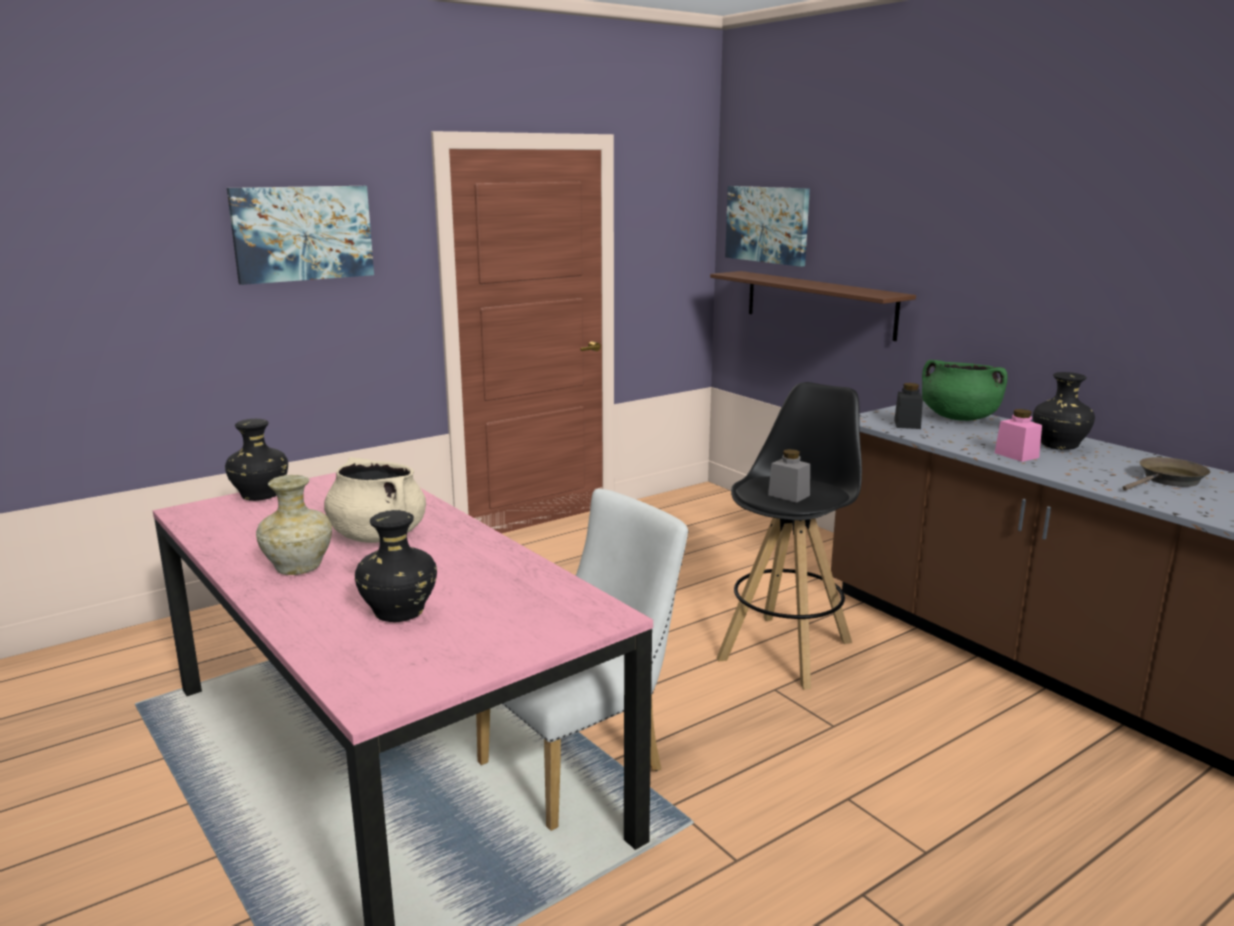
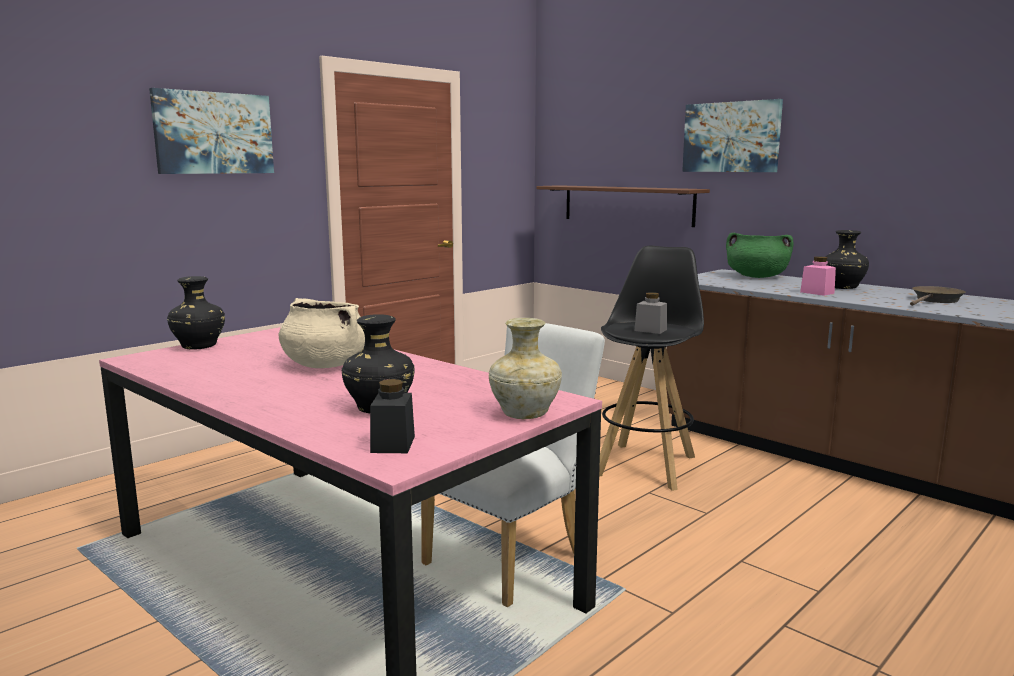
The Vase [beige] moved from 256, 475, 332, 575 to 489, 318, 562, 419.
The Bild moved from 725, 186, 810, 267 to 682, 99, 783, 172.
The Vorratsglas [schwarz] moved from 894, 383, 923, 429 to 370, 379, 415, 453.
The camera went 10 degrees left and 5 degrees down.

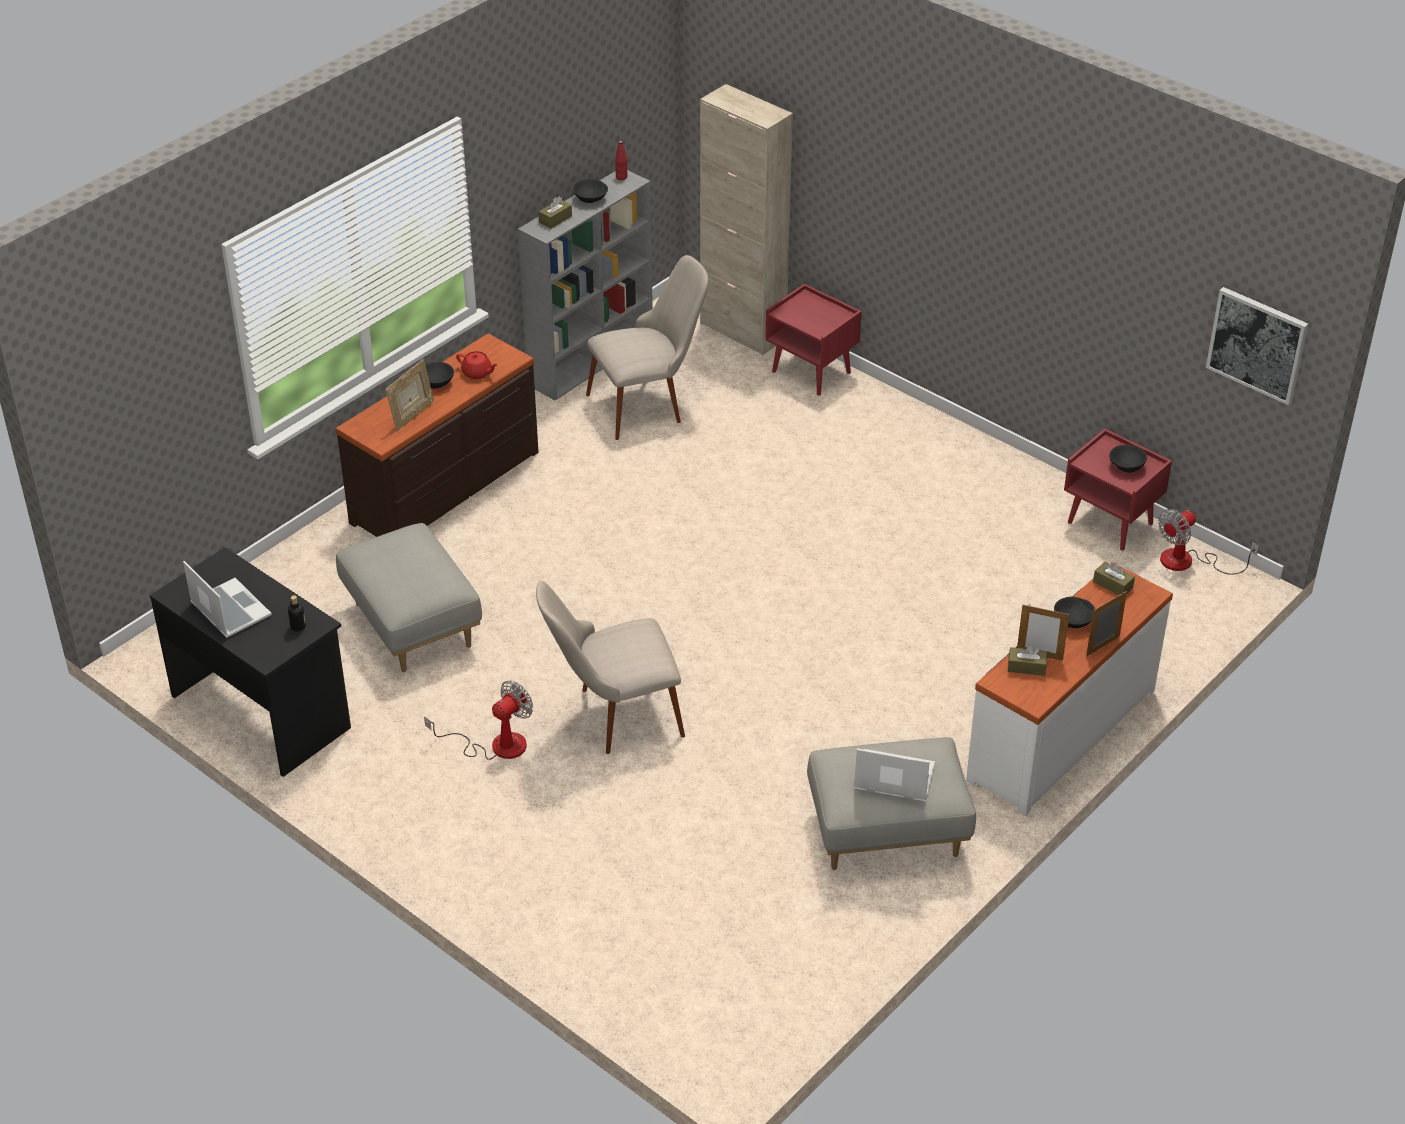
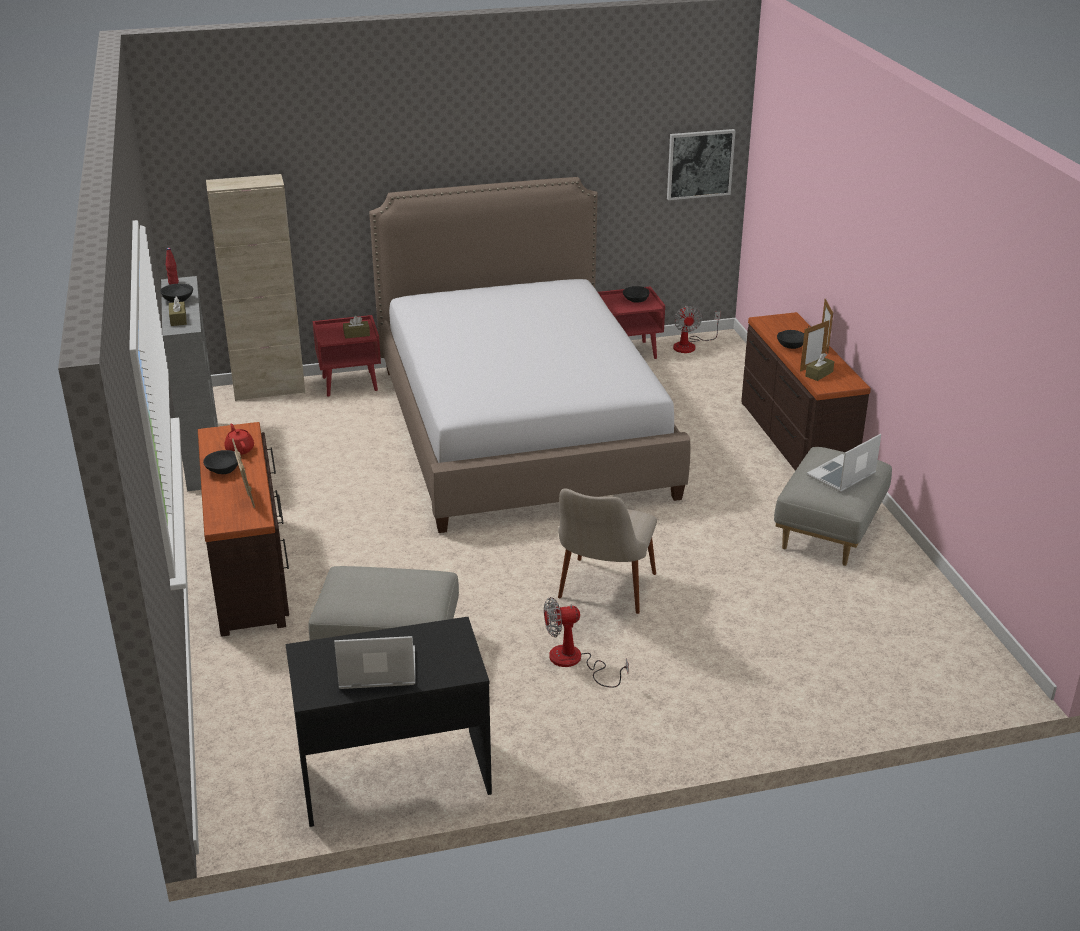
The Flasche at 288, 595, 306, 631 disappeared.
The Ventilator at 424, 681, 533, 760 turned 90 degrees counterclockwise.
The Teekanne [rot] at 456, 351, 498, 379 turned 90 degrees counterclockwise.
The Stuhl [beige] at 586, 255, 708, 440 disappeared.
The Kommode [weiß] at 966, 562, 1173, 816 became the Kommode [braun] at 741, 312, 871, 471.
The Taschentuchbox [braun] moved from 1093, 561, 1135, 595 to 343, 316, 370, 339.
The Bett at 369, 177, 690, 533 appeared.
The camera went 55 degrees left and 10 degrees down.

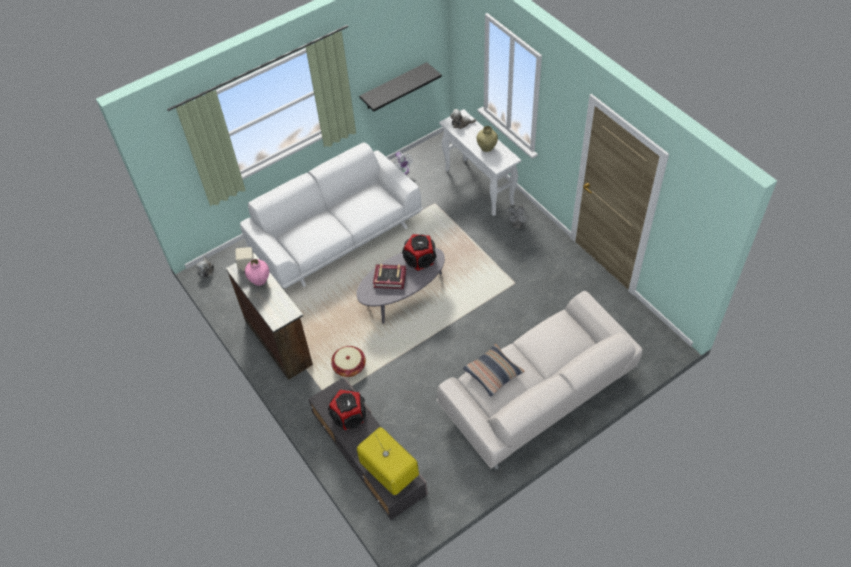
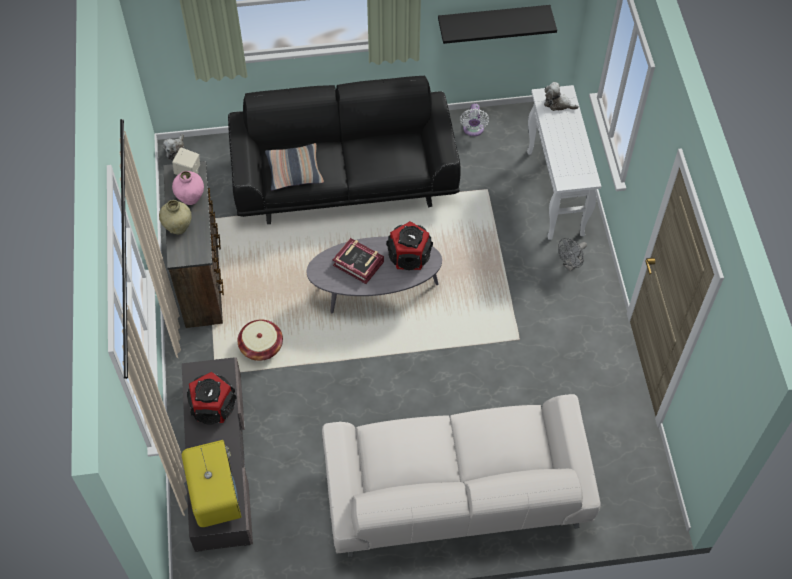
The Sofa [weiß] at 240, 142, 423, 288 became the Sofa [schwarz] at 228, 76, 461, 224.
The Kissen moved from 463, 344, 525, 397 to 265, 143, 324, 191.
The Vase [beige] moved from 476, 126, 498, 152 to 159, 200, 192, 234.
The camera went 25 degrees right and 5 degrees up.

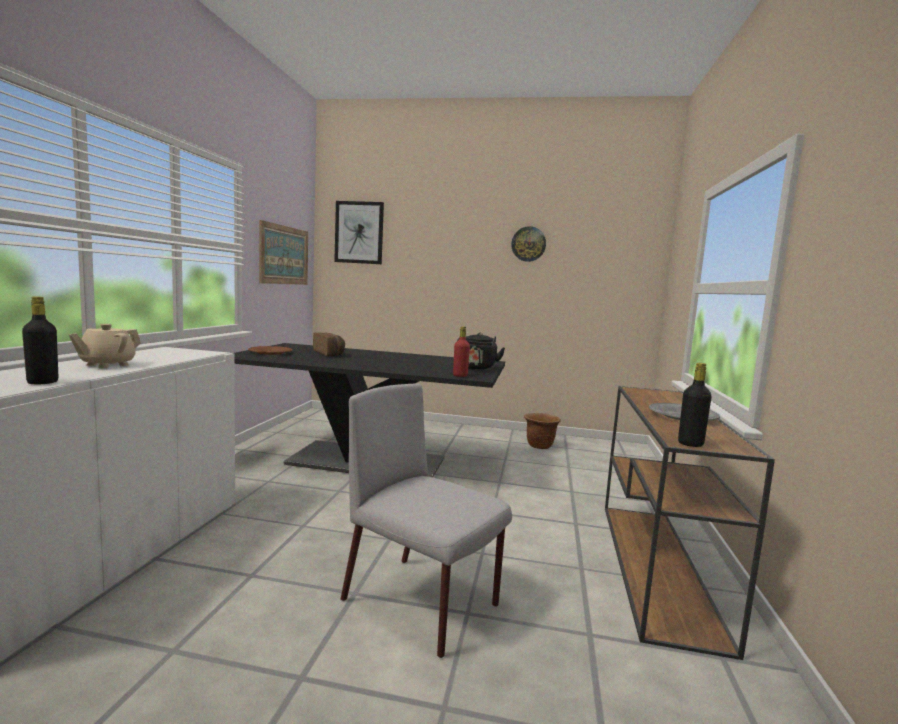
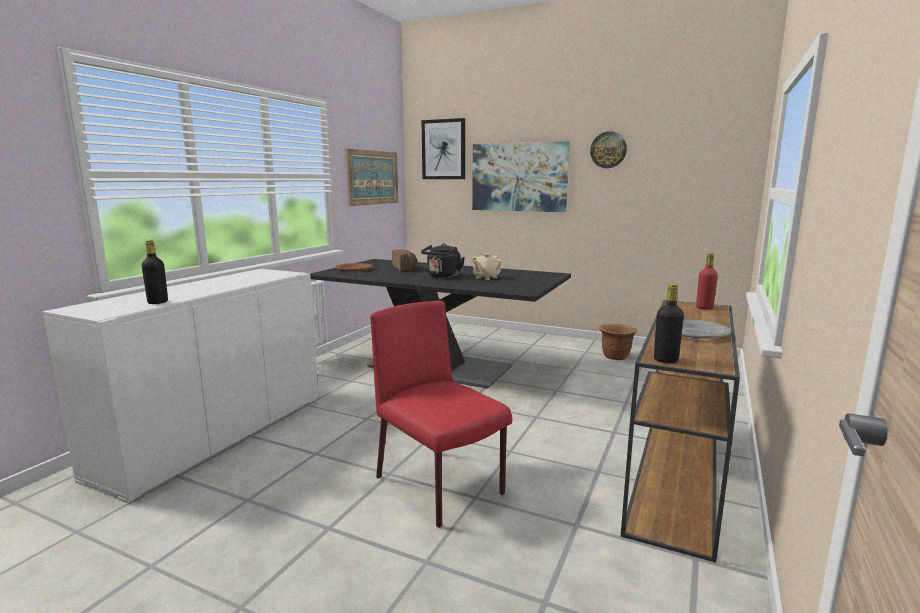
The Teekanne [beige] moved from 69, 324, 141, 368 to 472, 254, 502, 280.
The Stuhl [grau] at 341, 383, 512, 658 became the Stuhl [rot] at 370, 301, 512, 528.
The Flasche [rot] moved from 453, 326, 470, 377 to 696, 253, 718, 310.
The Wasserkessel [schwarz] moved from 457, 333, 505, 370 to 421, 244, 465, 278.
The Bild at 472, 141, 570, 212 appeared.
The camera went 15 degrees right and 5 degrees up.

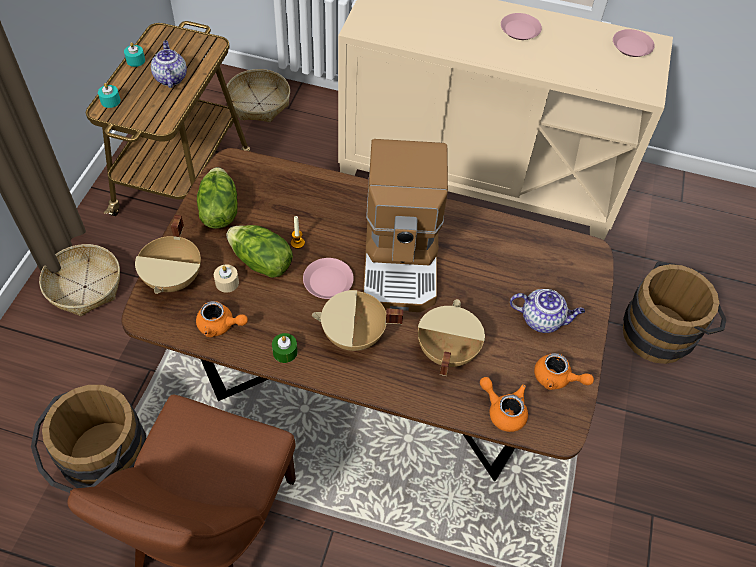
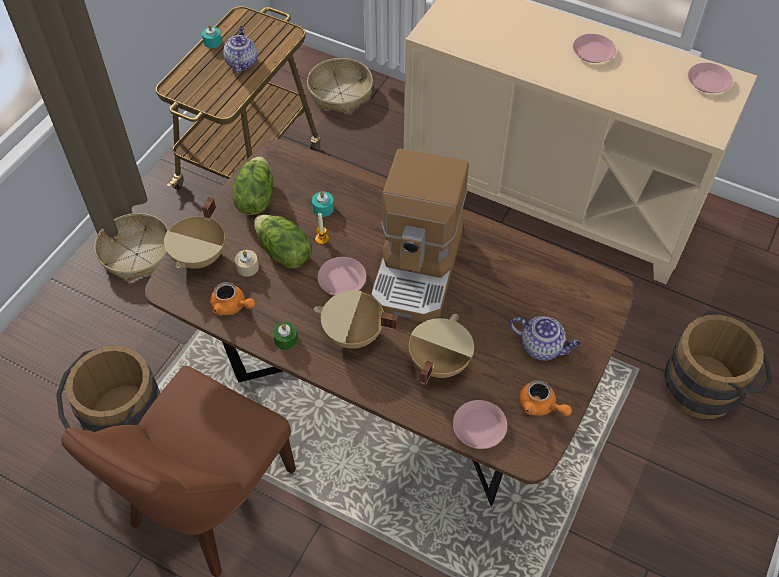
The Kerze [türkis] moved from 98, 83, 121, 108 to 312, 191, 334, 217.
The Teekanne [orange] at 480, 377, 528, 432 was replaced by the Teller [rosa] at 453, 400, 507, 449.
The camera went 15 degrees right and 0 degrees up.

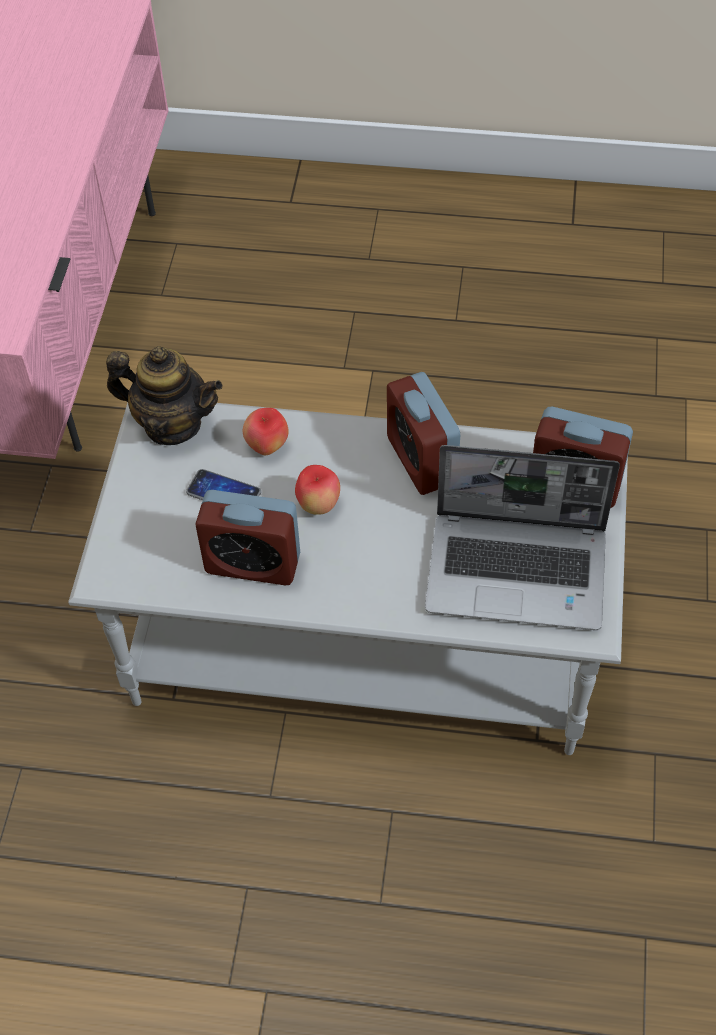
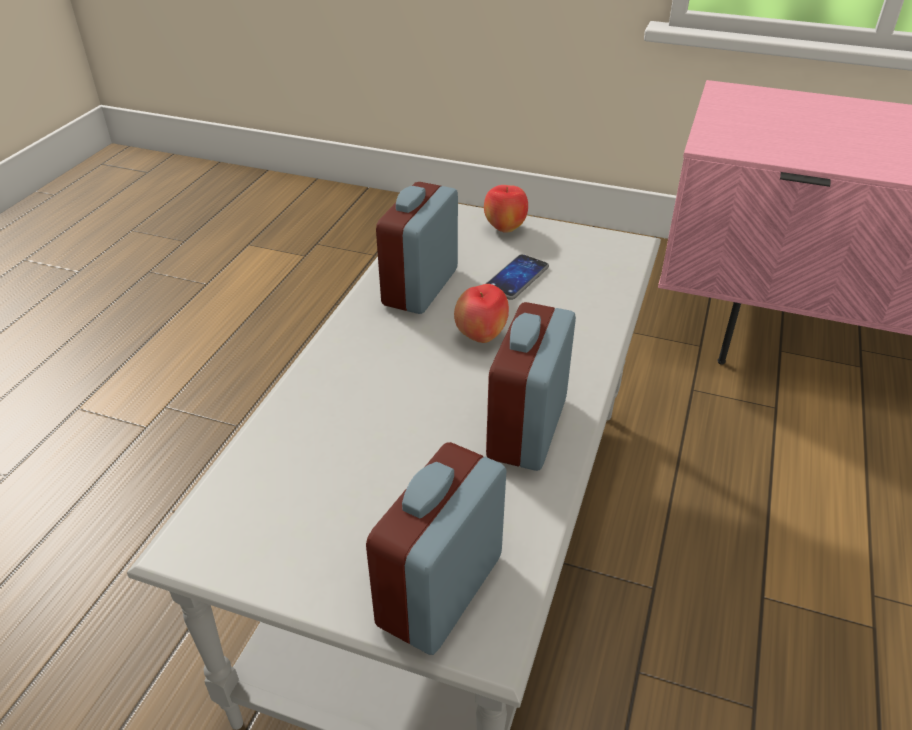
The Teekanne at 106, 346, 223, 445 disappeared.
The Apfel moved from 243, 408, 289, 455 to 484, 185, 528, 233.
The Wecker at 387, 372, 460, 495 turned 60 degrees counterclockwise.
The Laptop at 425, 445, 620, 630 disappeared.
The camera went 100 degrees right and 15 degrees down.

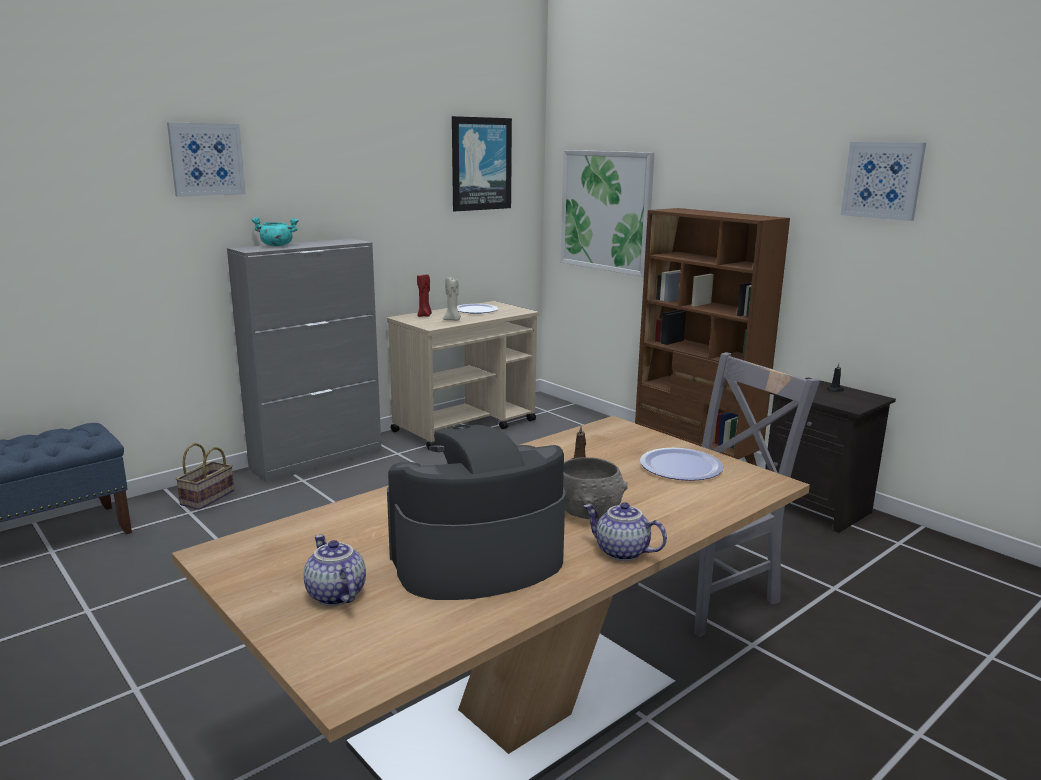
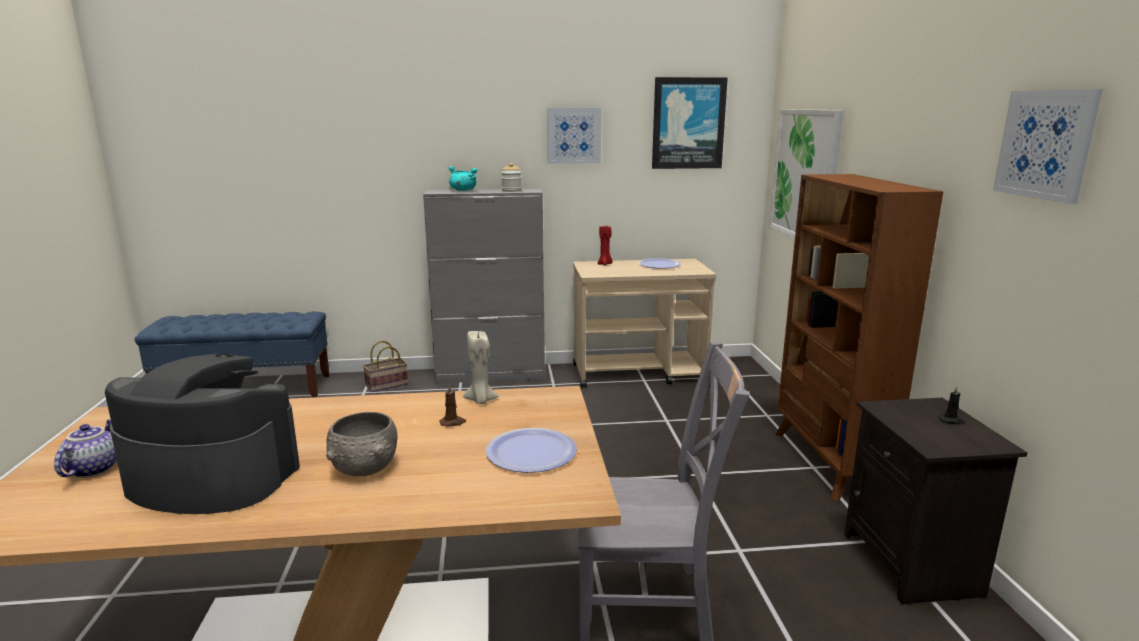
The Bild moved from 167, 123, 246, 197 to 547, 108, 601, 164.
The Kerze [beige] moved from 443, 277, 461, 321 to 463, 331, 498, 404.
The Teekanne at 584, 502, 667, 561 disappeared.
The Vorratsglas at 501, 163, 522, 192 appeared.
The camera went 35 degrees right and 0 degrees up.

